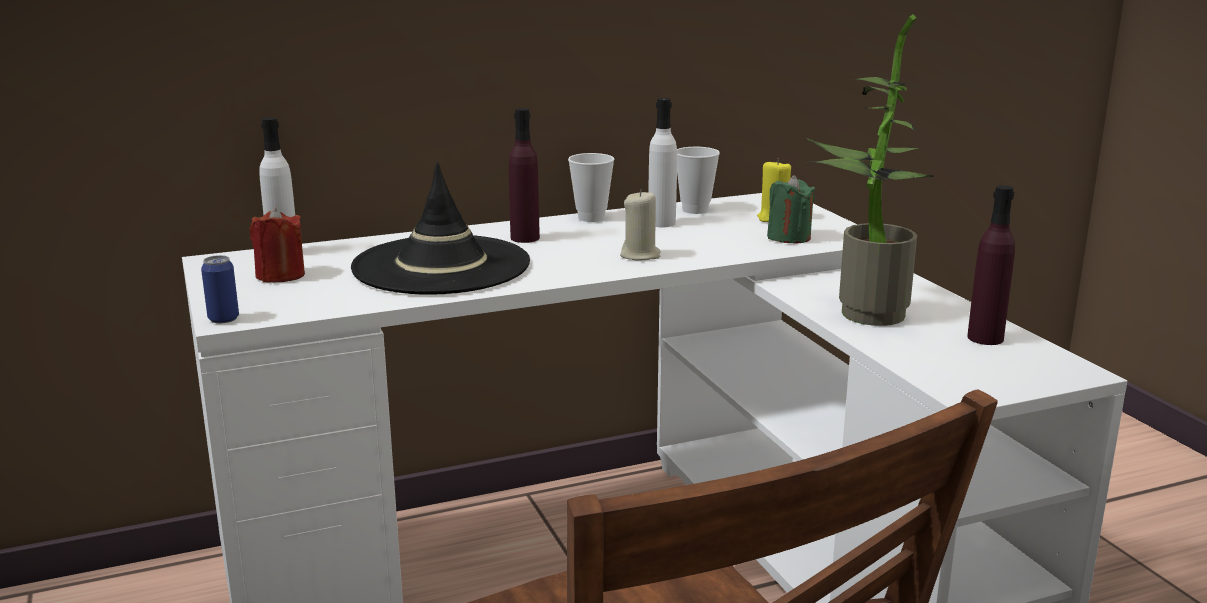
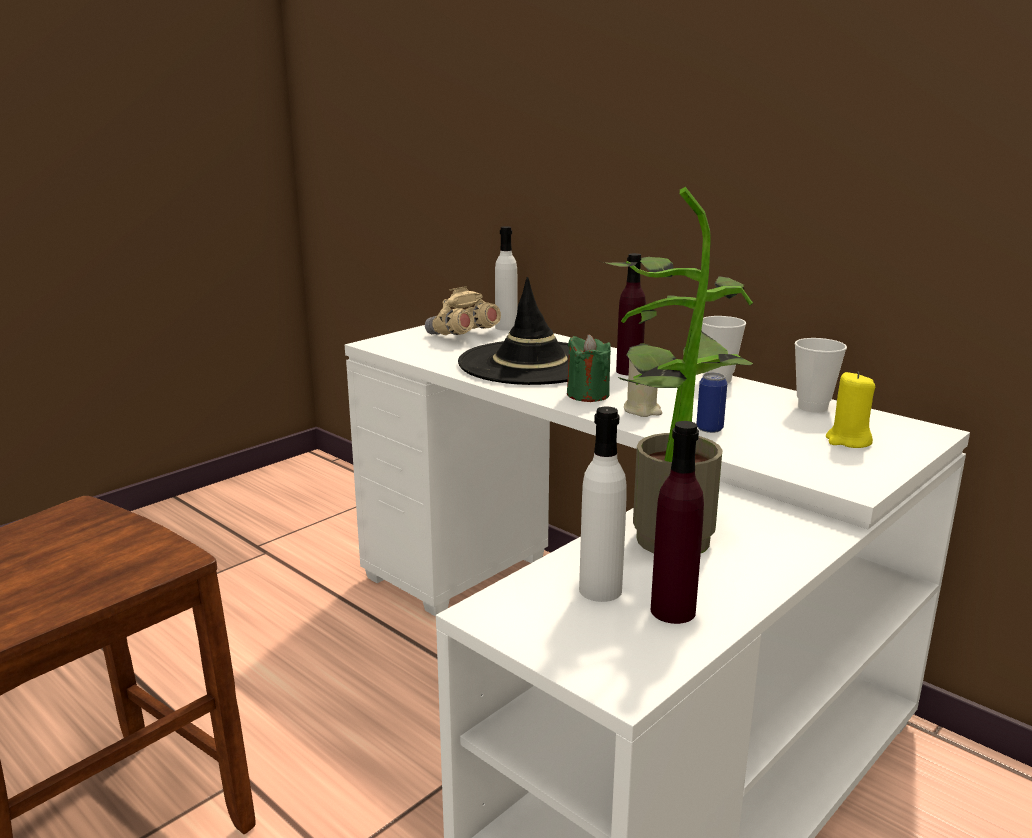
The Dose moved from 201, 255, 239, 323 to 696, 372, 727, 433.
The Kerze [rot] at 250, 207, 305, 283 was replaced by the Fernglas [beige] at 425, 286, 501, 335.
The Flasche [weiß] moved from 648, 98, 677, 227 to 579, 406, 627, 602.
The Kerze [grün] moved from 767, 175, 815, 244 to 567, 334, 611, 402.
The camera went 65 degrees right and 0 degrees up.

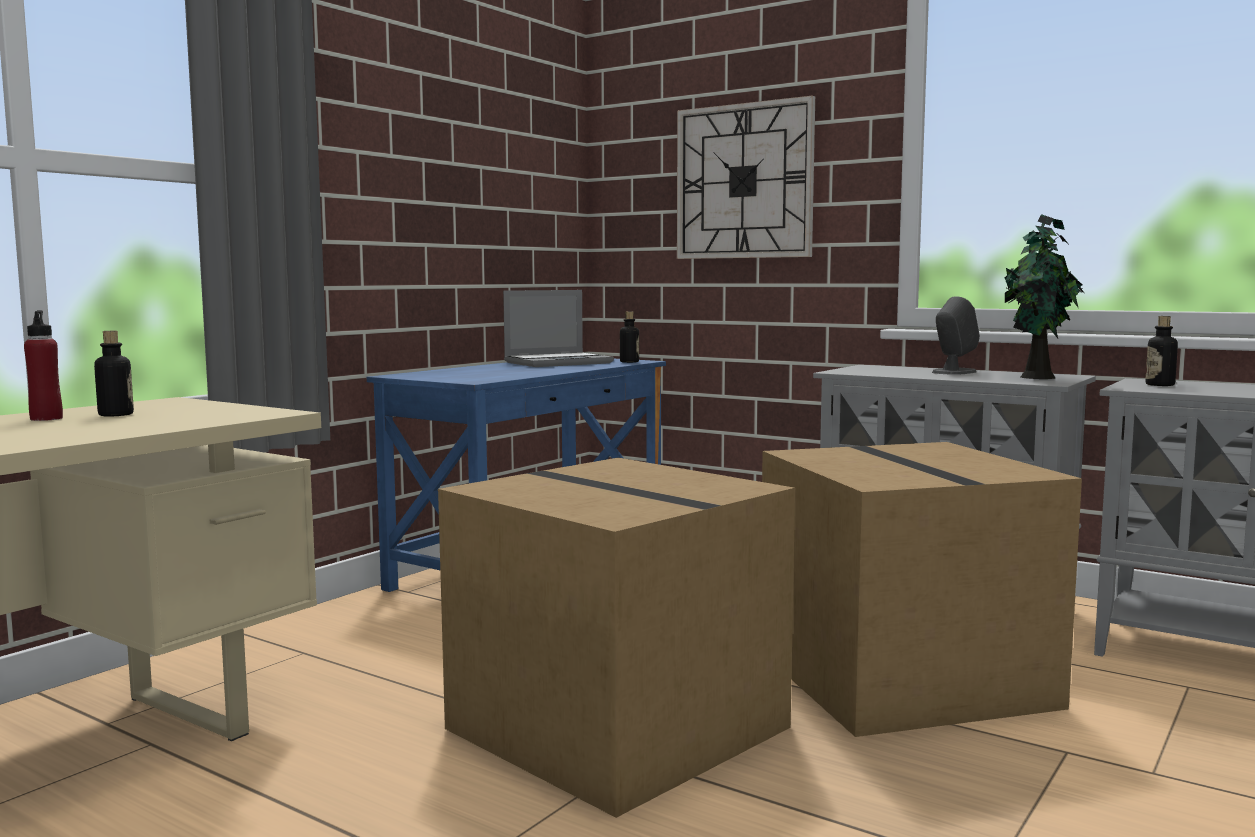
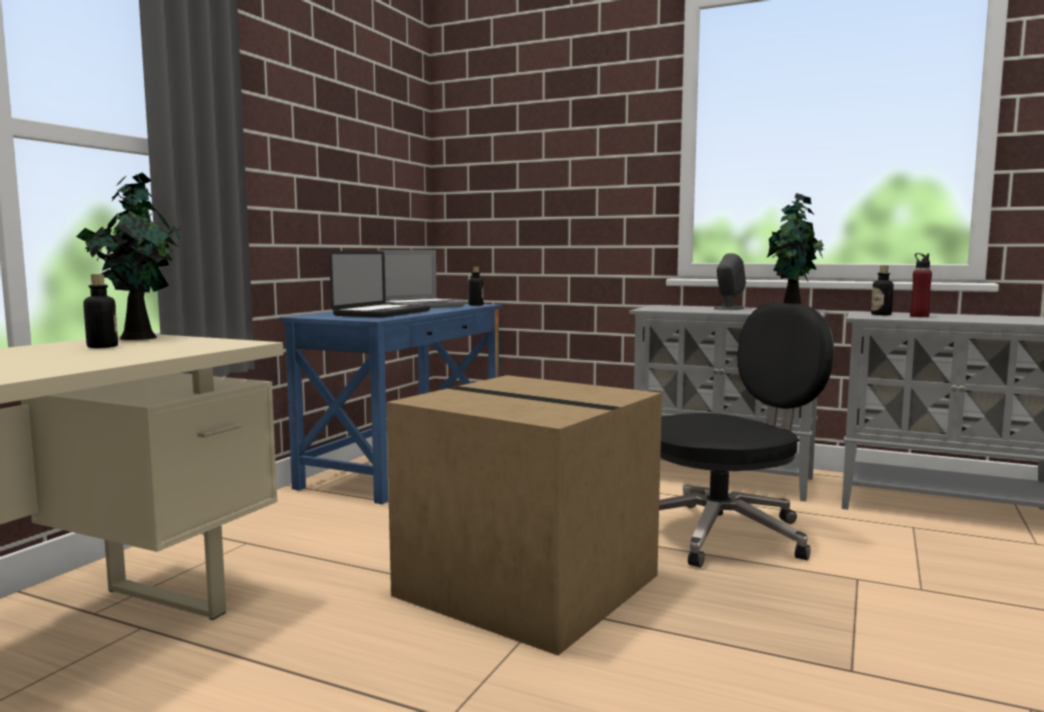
The Flasche [rot] moved from 24, 310, 63, 421 to 910, 253, 932, 317.
The Wanduhr at 677, 96, 815, 259 disappeared.
The Karton at 762, 442, 1082, 737 was replaced by the Bürostuhl [schwarz] at 659, 302, 834, 567.
The Topfpflanze at 76, 172, 180, 340 appeared.
The Laptop at 329, 251, 430, 318 appeared.
The camera went 10 degrees left and 0 degrees up.

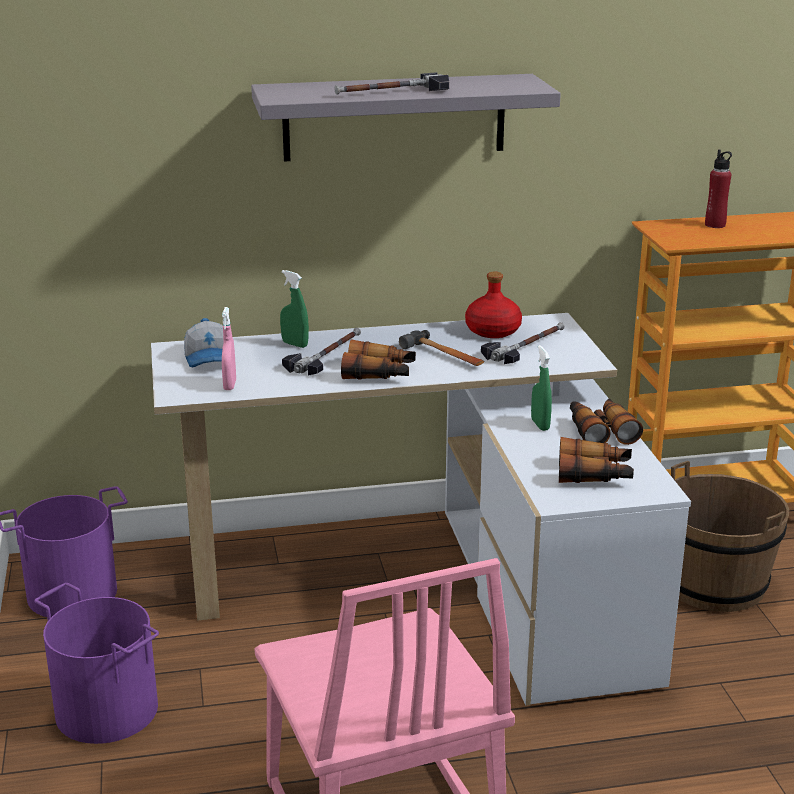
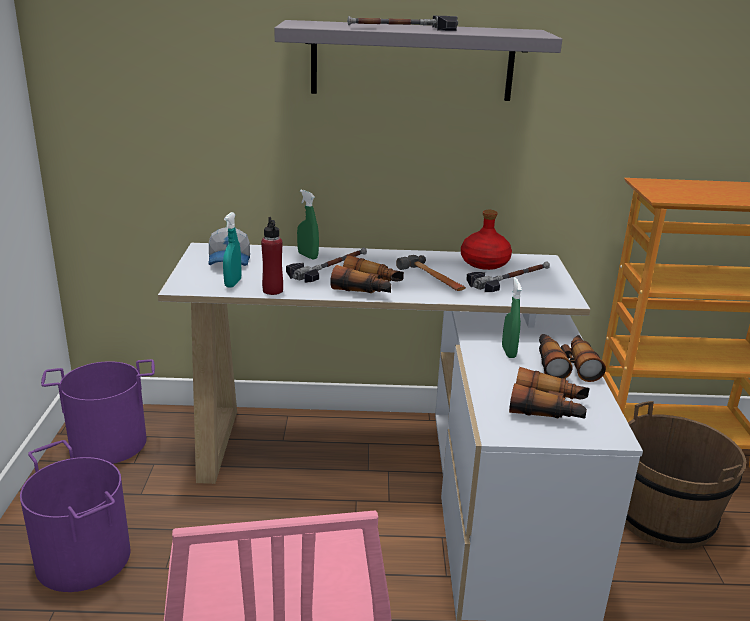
The Sprühflasche [rosa] at 222, 307, 236, 390 became the Sprühflasche [türkis] at 223, 212, 242, 288.
The Flasche [rot] moved from 705, 149, 732, 228 to 261, 217, 283, 295.
The camera went 10 degrees right and 0 degrees up.

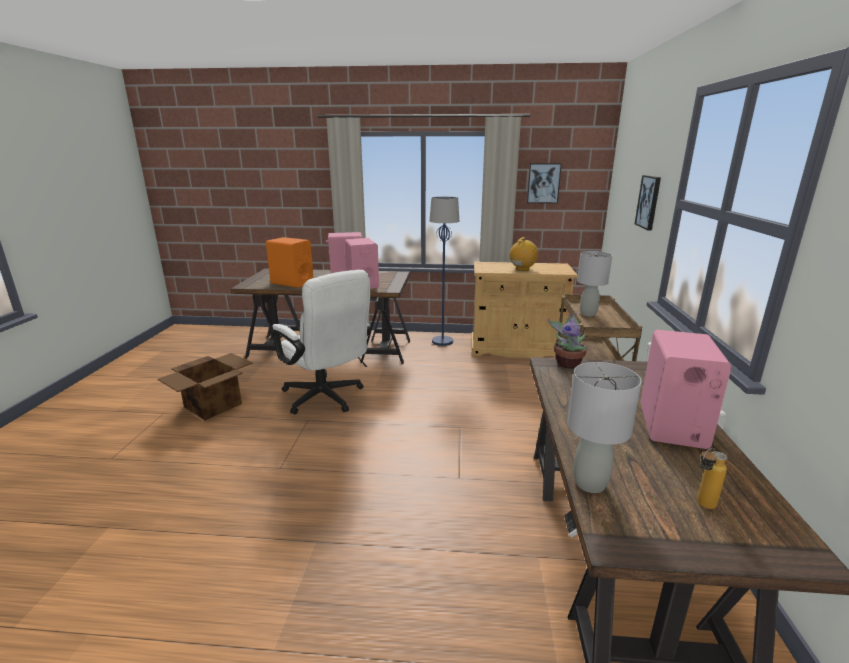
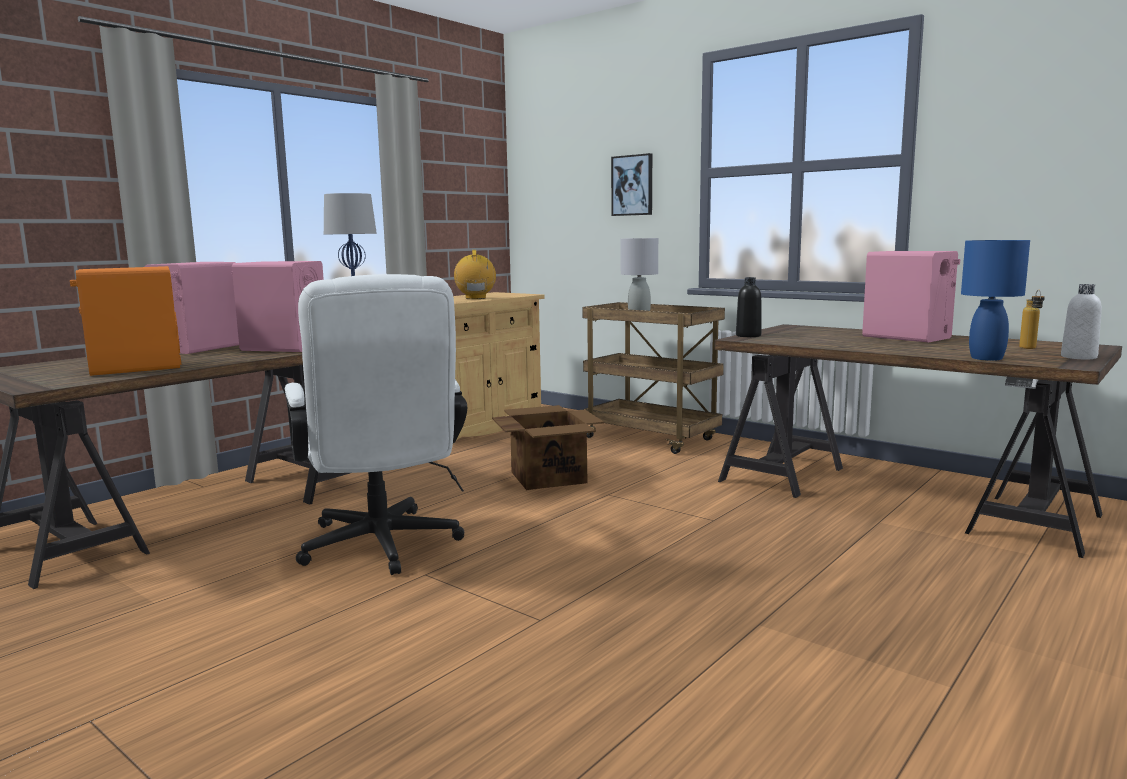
The Karton moved from 157, 353, 253, 420 to 492, 405, 604, 490.
The Bürostuhl [weiß] at 272, 270, 372, 414 turned 75 degrees clockwise.
The Bild at 527, 163, 562, 204 disappeared.
The Topfpflanze at 548, 312, 588, 369 was replaced by the Flasche [schwarz] at 736, 277, 761, 337.
The Tischlampe [grau] at 567, 362, 642, 493 became the Tischlampe [blau] at 961, 240, 1030, 361.
The Flasche [weiß] at 1061, 284, 1102, 359 appeared.
The camera went 55 degrees left and 10 degrees down.

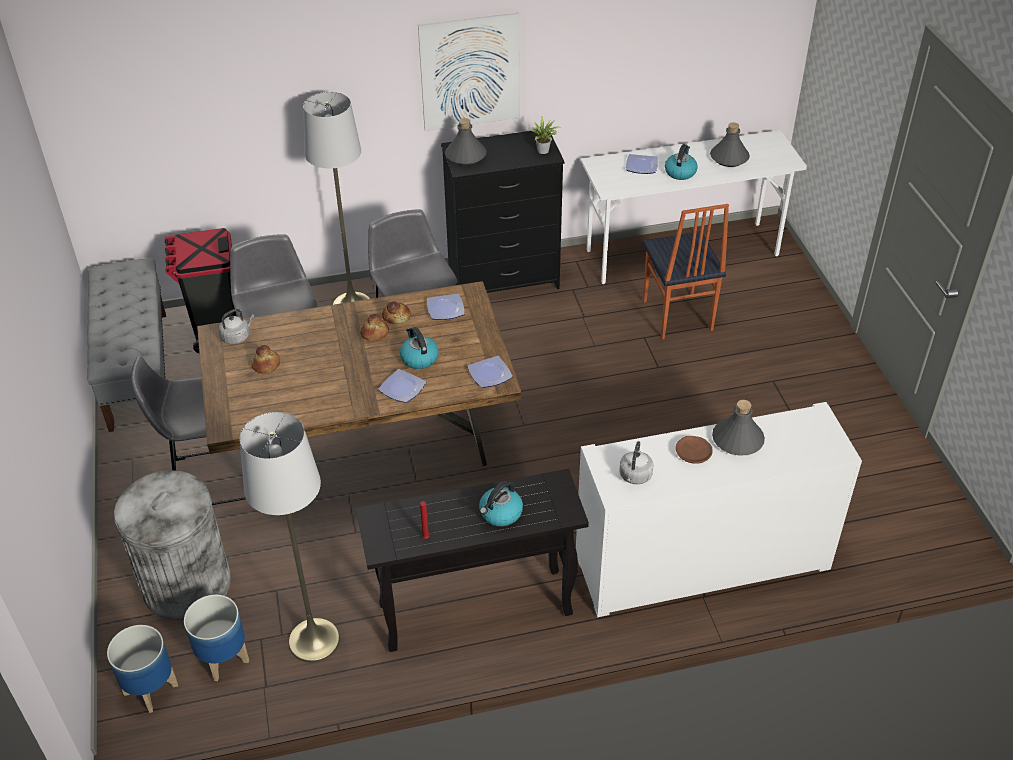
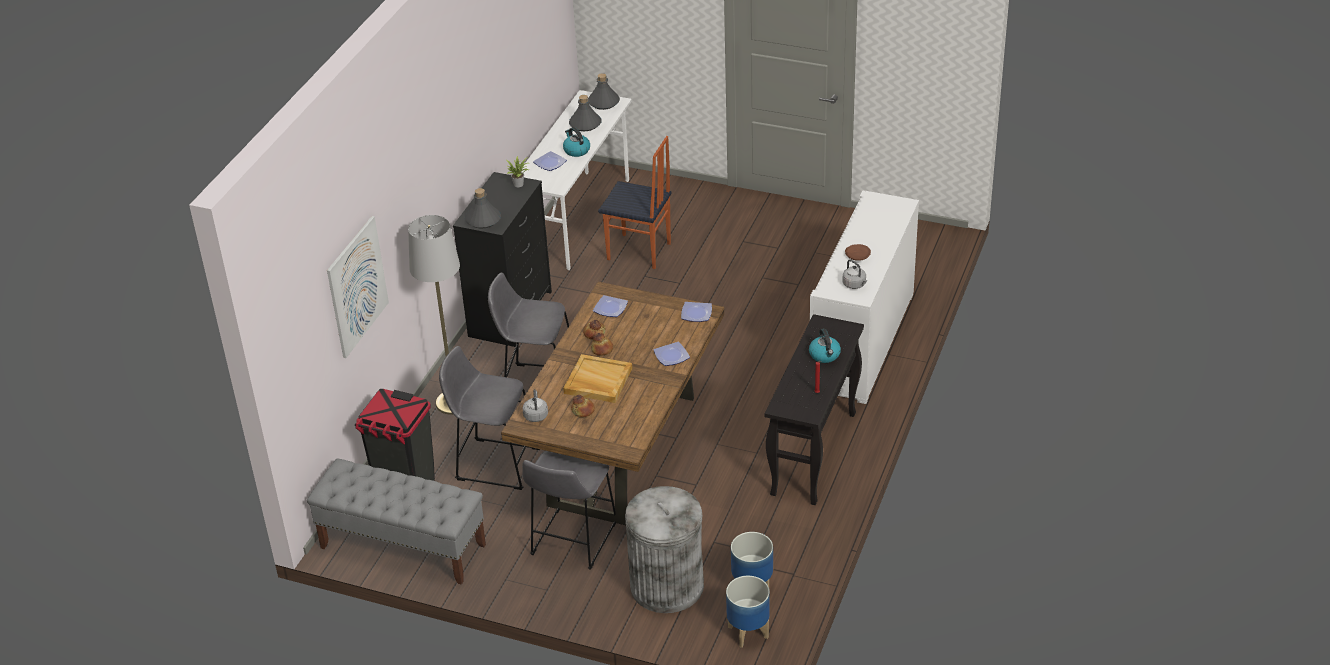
The Stehlampe [grau] at 239, 412, 340, 663 disappeared.
The Wasserkessel at 400, 327, 439, 369 disappeared.
The Bild moved from 418, 13, 520, 131 to 327, 216, 389, 358.
The Flasche [grau] moved from 712, 400, 765, 456 to 588, 73, 620, 110.
The Tablett [beige] at 563, 354, 632, 403 appeared.
The camera went 55 degrees left and 5 degrees down.

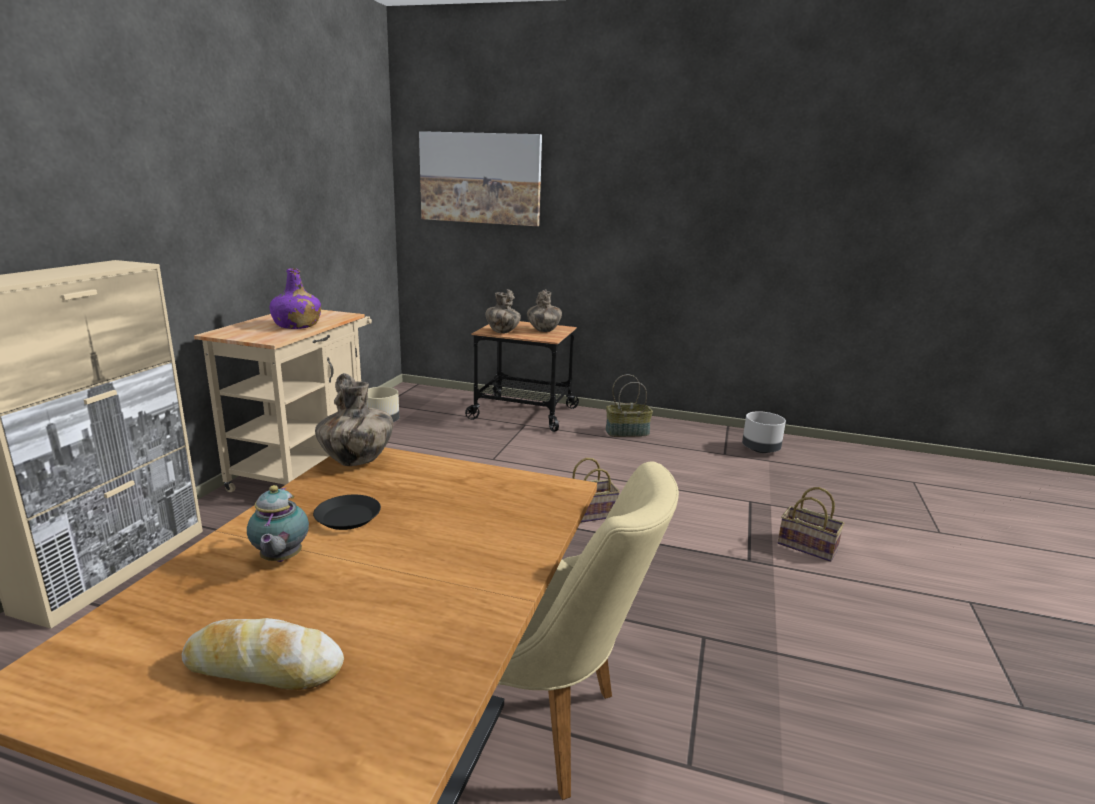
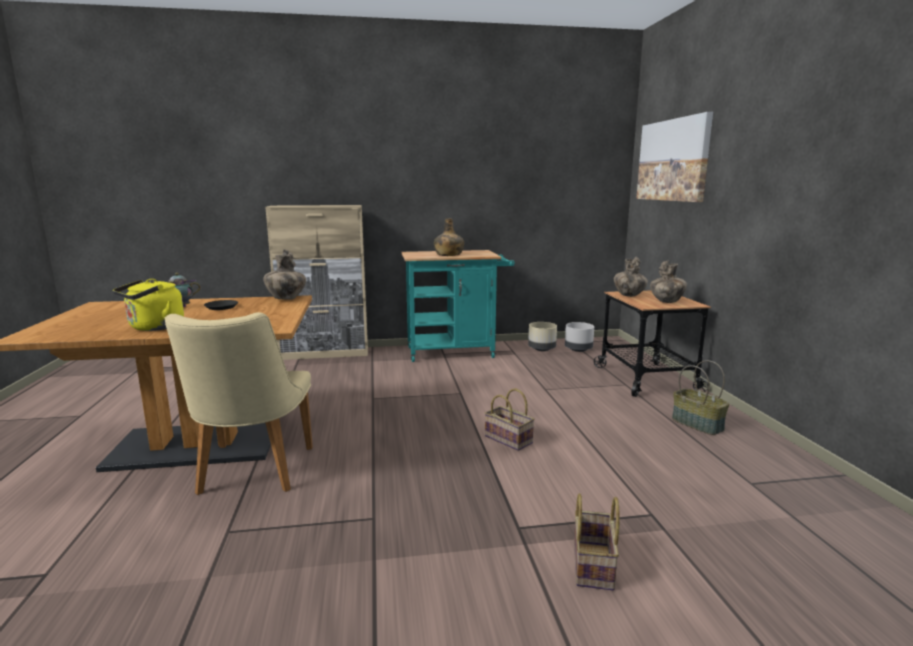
The Brot at 182, 618, 344, 690 disappeared.
The Rollwagen [beige] at 194, 310, 372, 492 became the Rollwagen [türkis] at 402, 250, 515, 362.
The Flasche [lila] at 270, 268, 321, 329 became the Flasche [grün] at 434, 218, 464, 256.
The Pflanzkübel [grau] moved from 742, 411, 786, 453 to 565, 322, 594, 352.
The Wasserkessel [gelb] at 113, 279, 184, 331 appeared.
The camera went 65 degrees right and 5 degrees down.

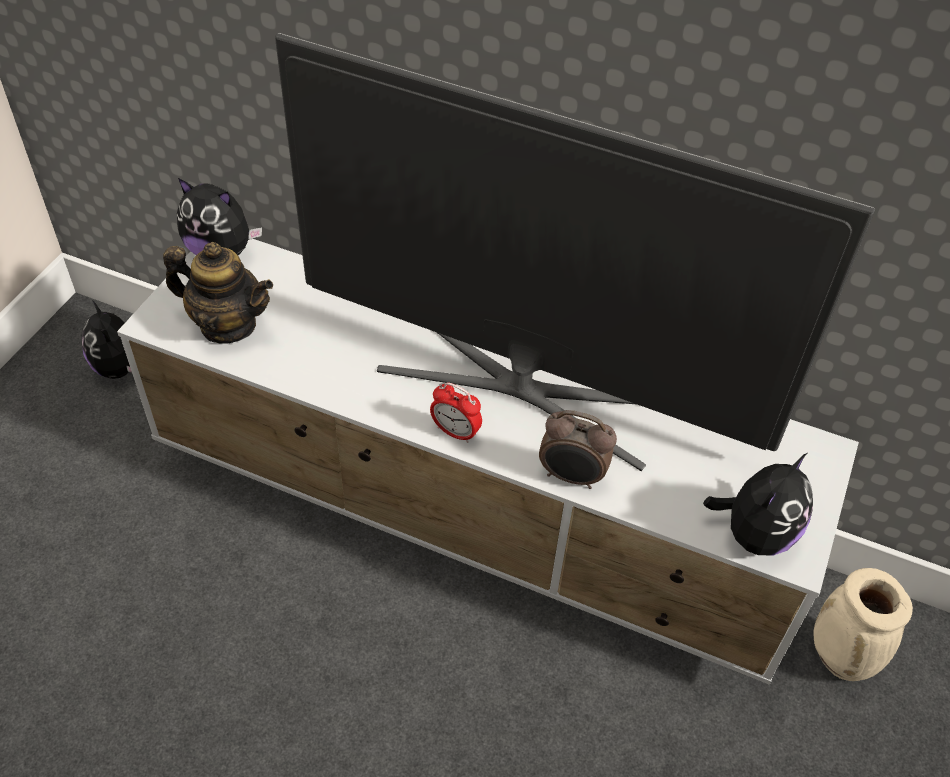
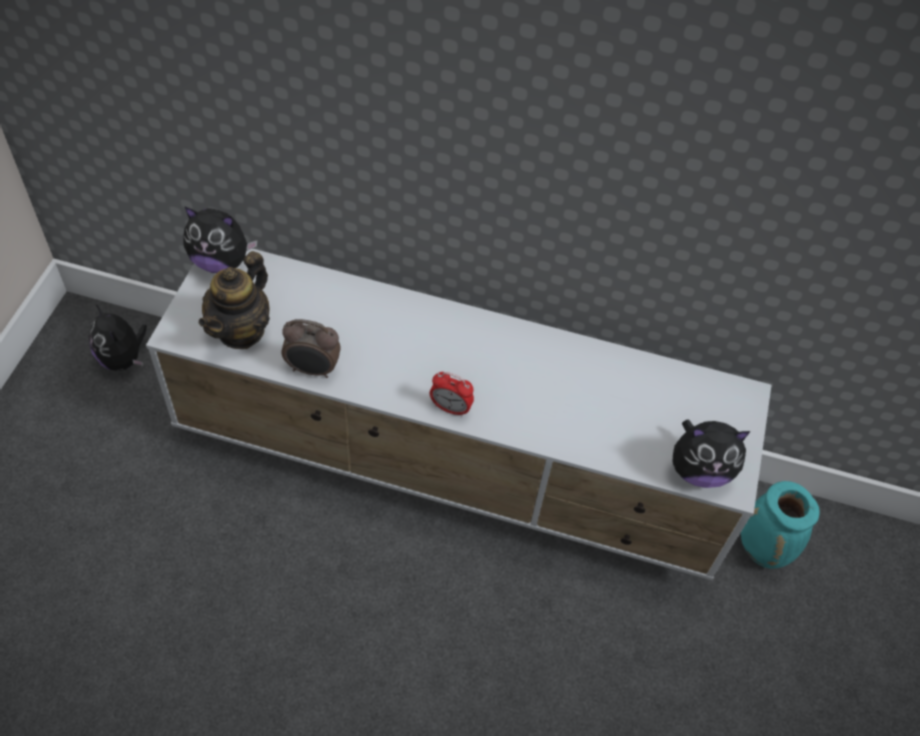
The Teekanne at 163, 242, 273, 344 turned 105 degrees clockwise.
The Fernseher at 275, 33, 875, 471 disappeared.
The Wecker moved from 539, 410, 617, 489 to 281, 319, 341, 378.
The Plüschtier at 703, 453, 813, 556 turned 60 degrees clockwise.
The Vase [beige] at 813, 568, 913, 681 became the Vase [türkis] at 741, 481, 820, 569.
The camera went 10 degrees left and 5 degrees up.

